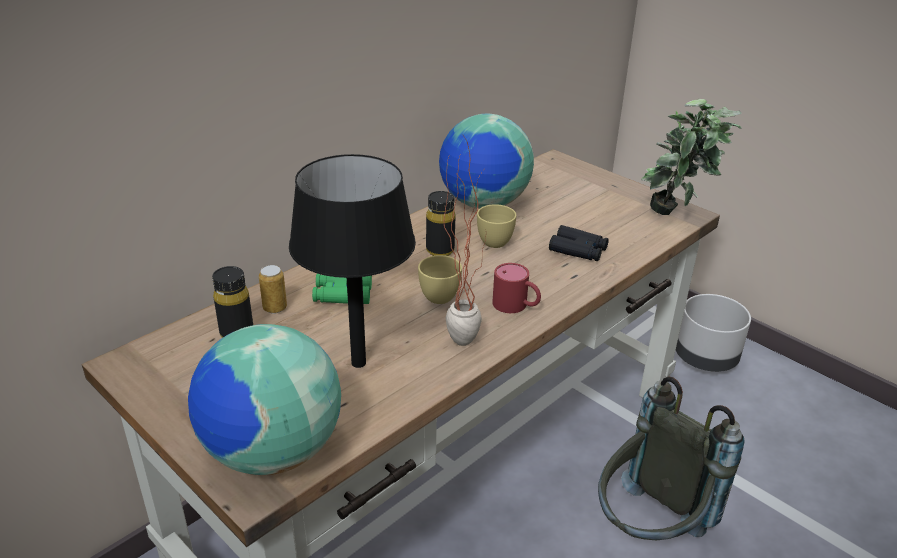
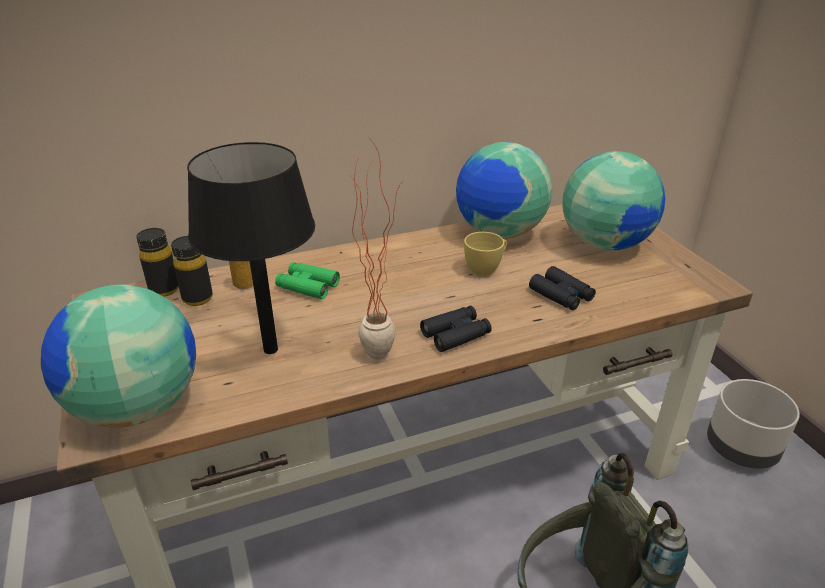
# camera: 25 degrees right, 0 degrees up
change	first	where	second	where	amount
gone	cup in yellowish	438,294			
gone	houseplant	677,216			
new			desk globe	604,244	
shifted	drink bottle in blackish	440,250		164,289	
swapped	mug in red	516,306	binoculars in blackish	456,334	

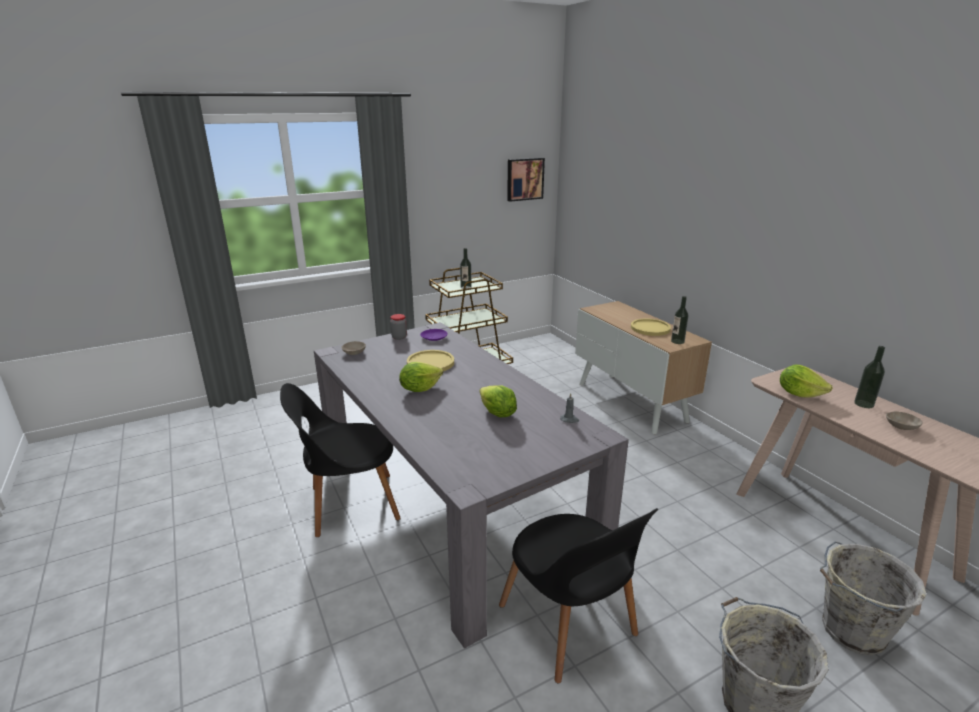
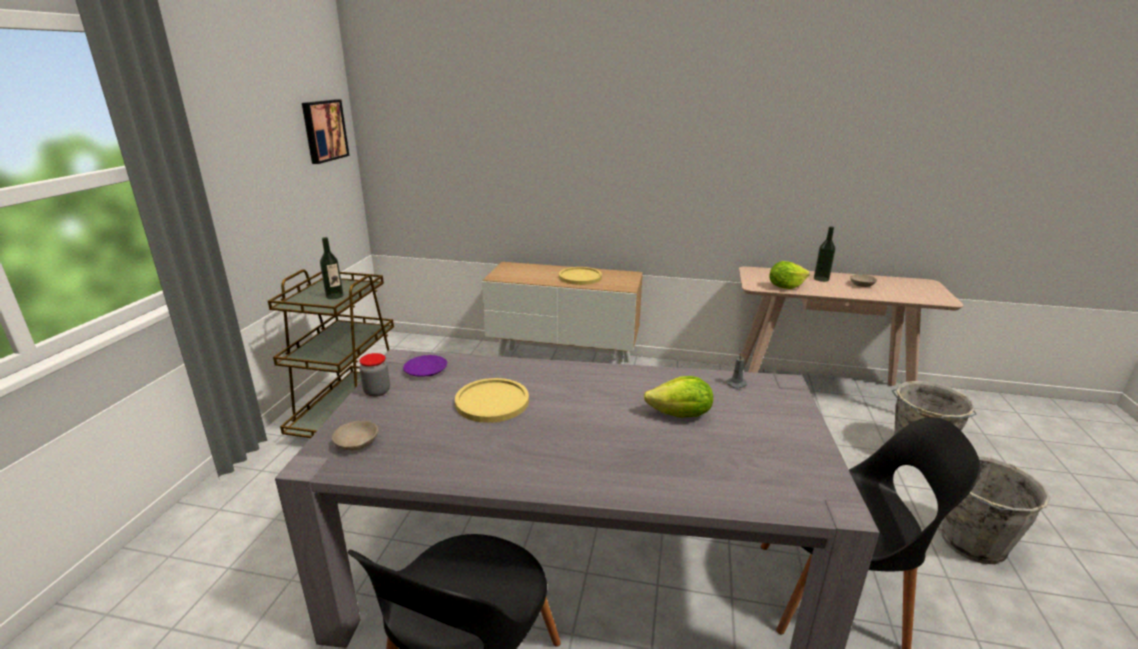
# camera: 50 degrees left, 0 degrees up
change	first	where	second	where	amount
gone	lettuce	419,388			
gone	drink bottle	677,341			

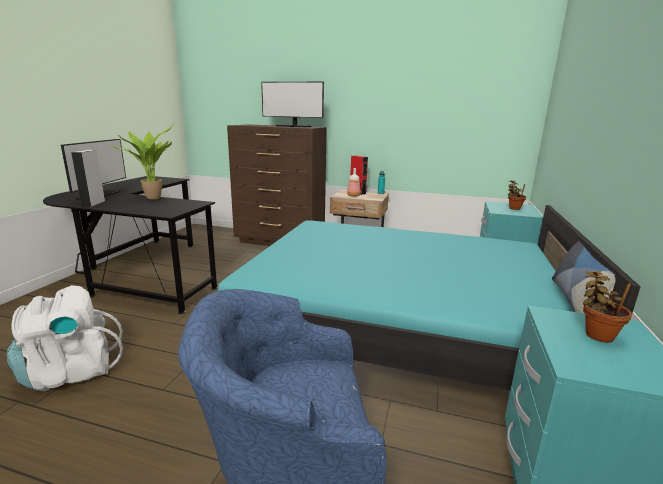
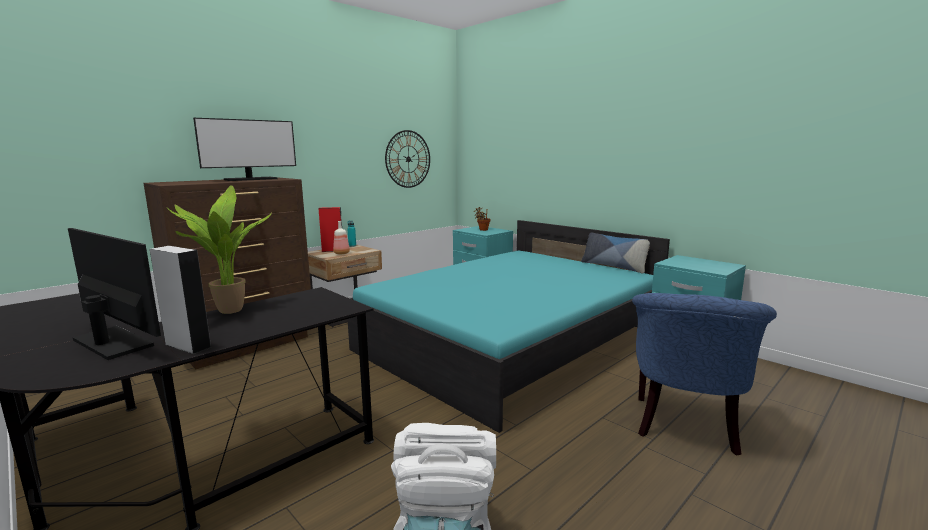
# camera: 60 degrees left, 5 degrees down
change	first	where	second	where	amount
gone	houseplant	596,334			
new			hanging clock	408,159	

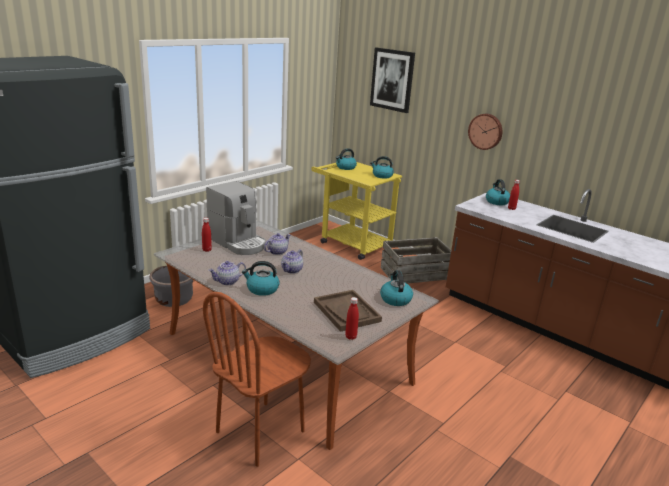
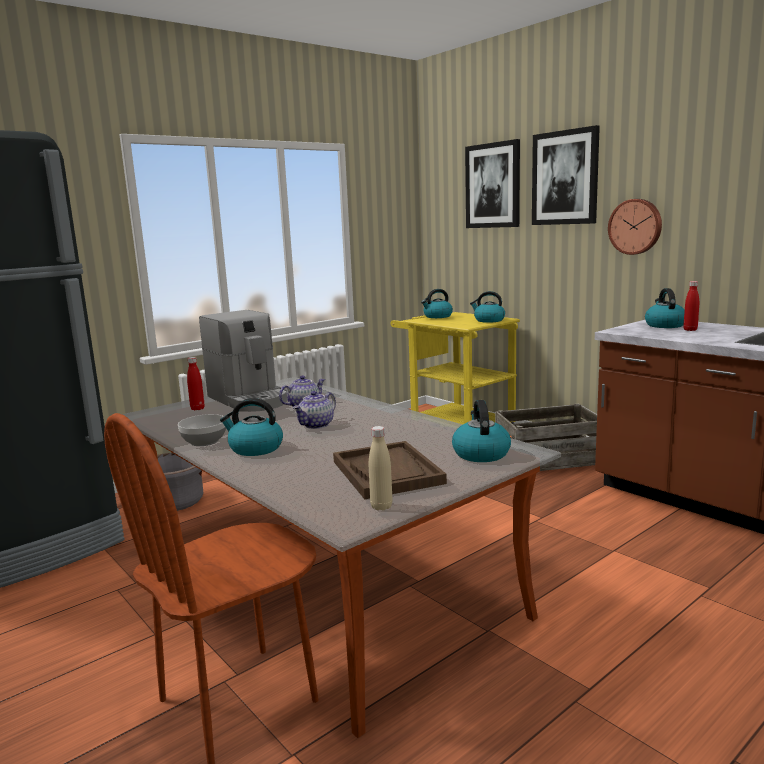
# camera: 10 degrees right, 10 degrees down
change	first	where	second	where	amount
new			picture	565,178	
swapped	pot for tea	227,281	deep dish	205,441	
repainted	drink bottle in red	351,337	drink bottle in beige-coloured	381,506	

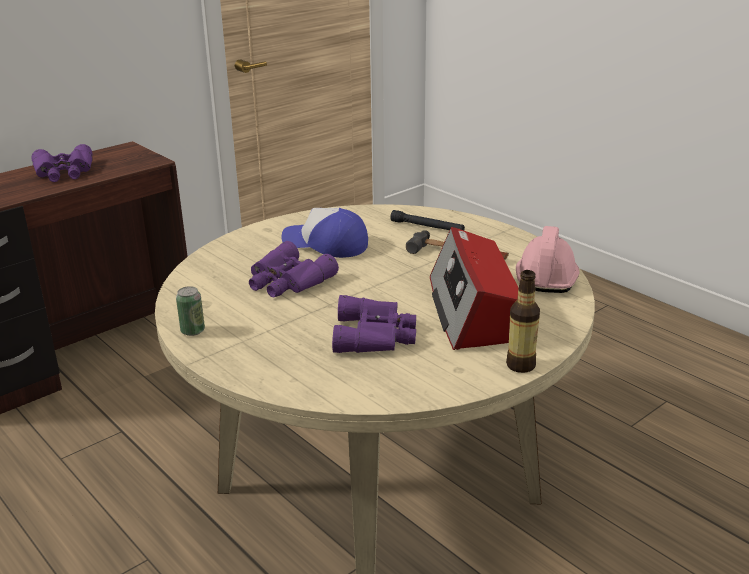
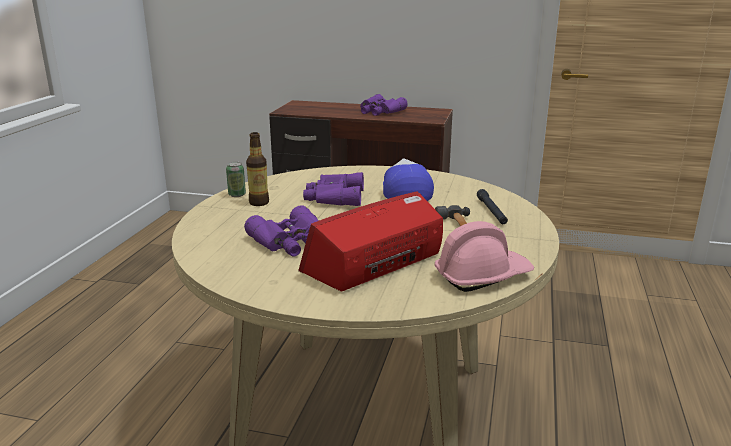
# camera: 55 degrees right, 5 degrees down
change	first	where	second	where	amount
shifted	drink bottle	521,365		259,203	

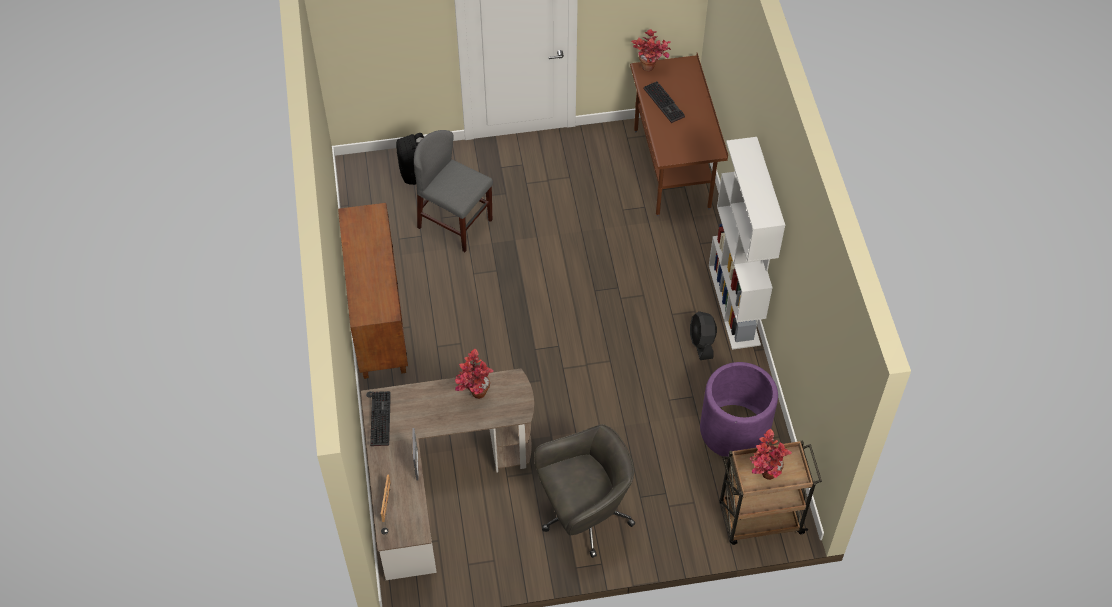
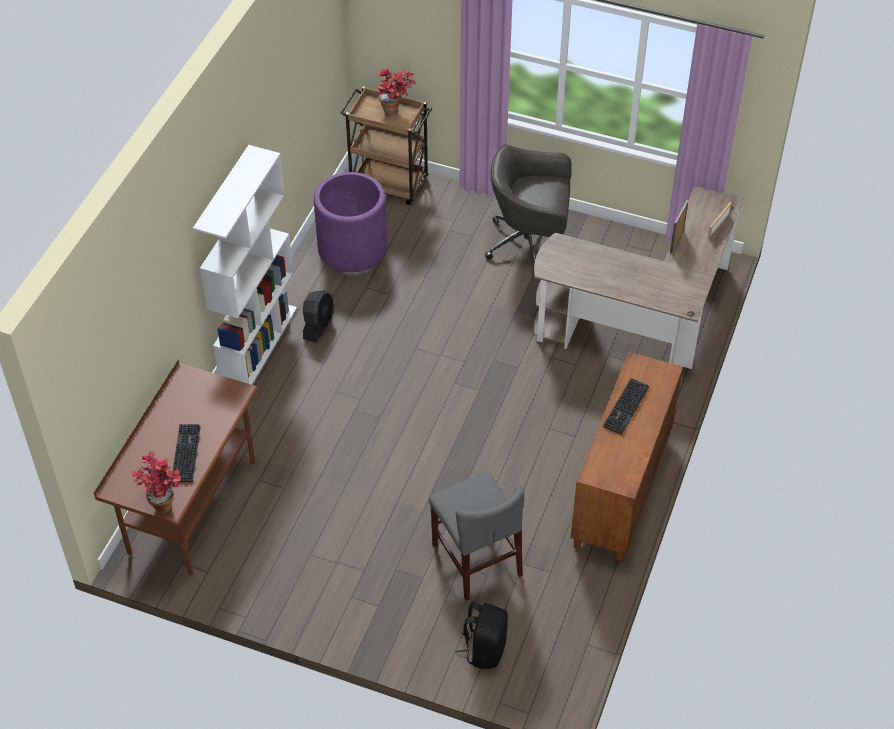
# camera: 150 degrees left, 5 degrees down
change	first	where	second	where	amount
gone	houseplant	474,395			
shifted	keyboard	379,418		626,408	

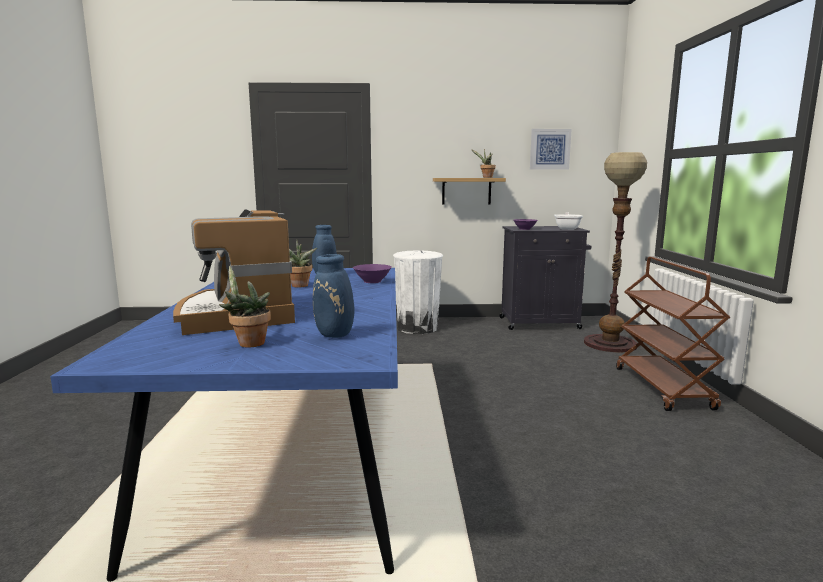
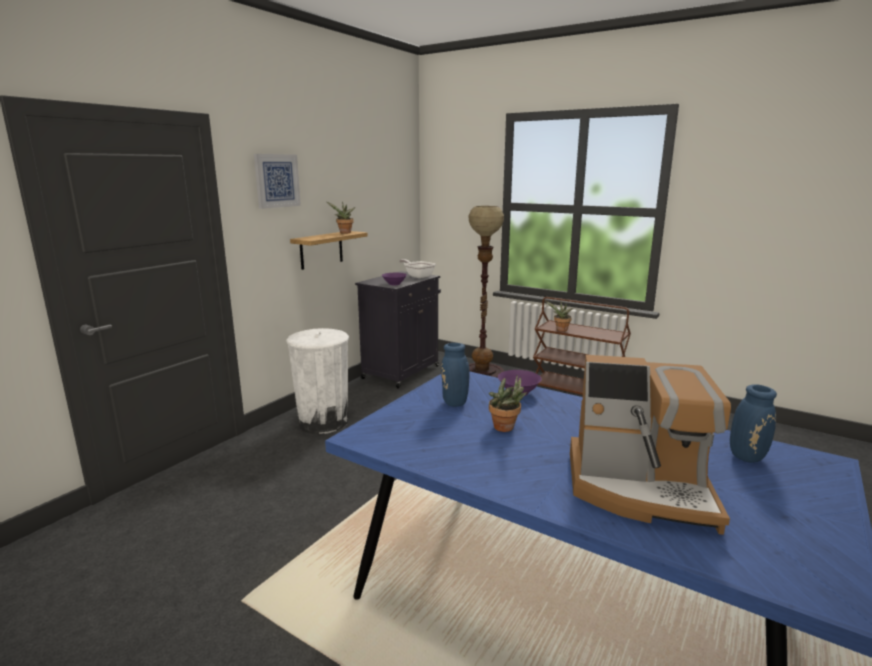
# camera: 55 degrees left, 5 degrees up
change	first	where	second	where	amount
shifted	houseplant	248,343		560,330	
shifted	picture	550,149		277,181	

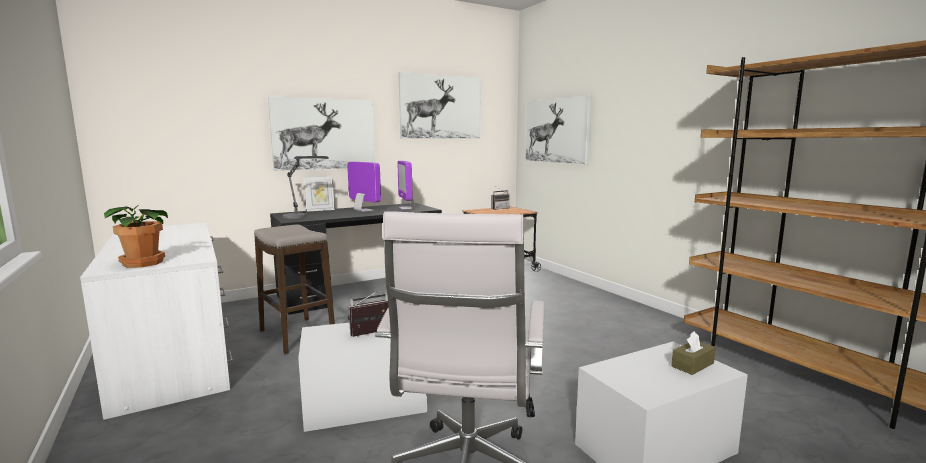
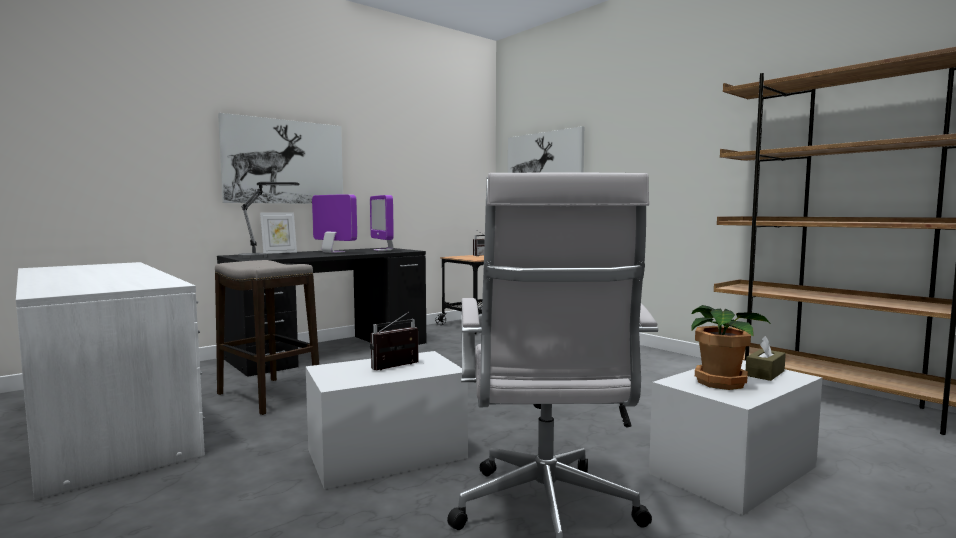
# camera: 10 degrees left, 5 degrees down
change	first	where	second	where	amount
gone	picture	441,107			
shifted	houseplant	145,263		721,382	

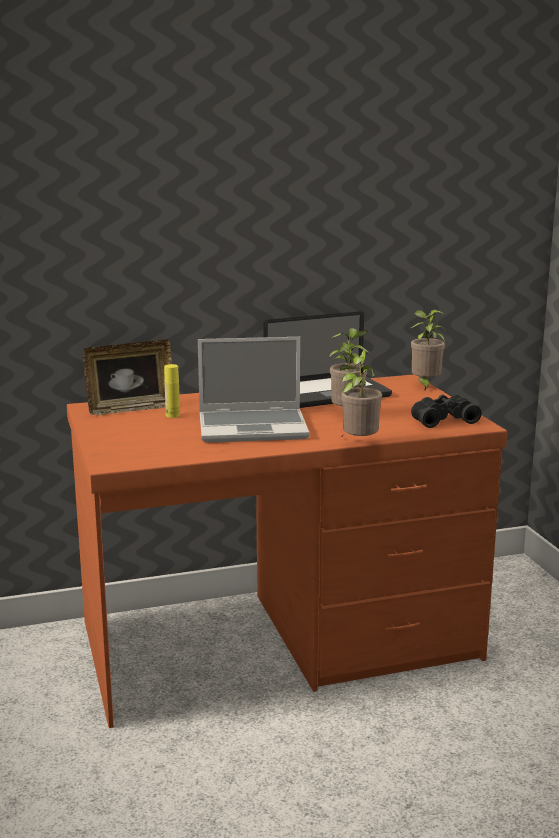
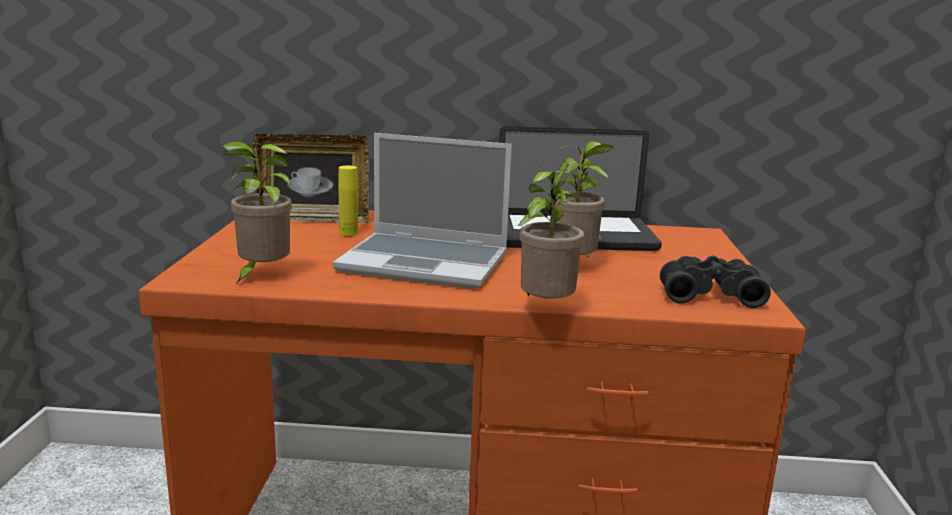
# camera: 20 degrees right, 0 degrees up
change	first	where	second	where	amount
shifted	houseplant	425,386		261,275	

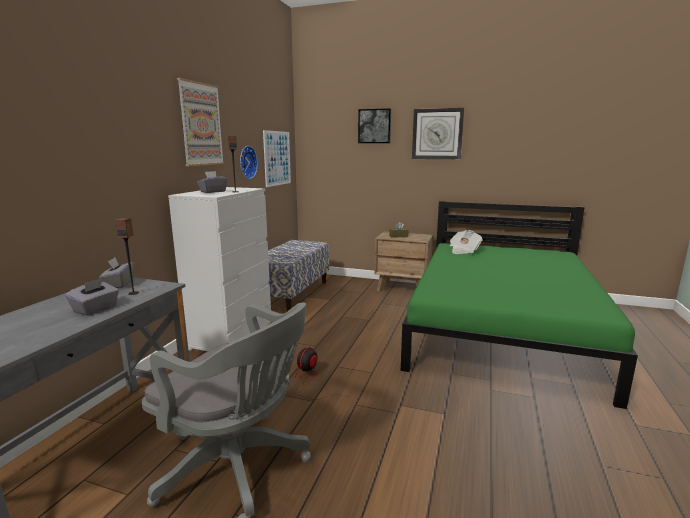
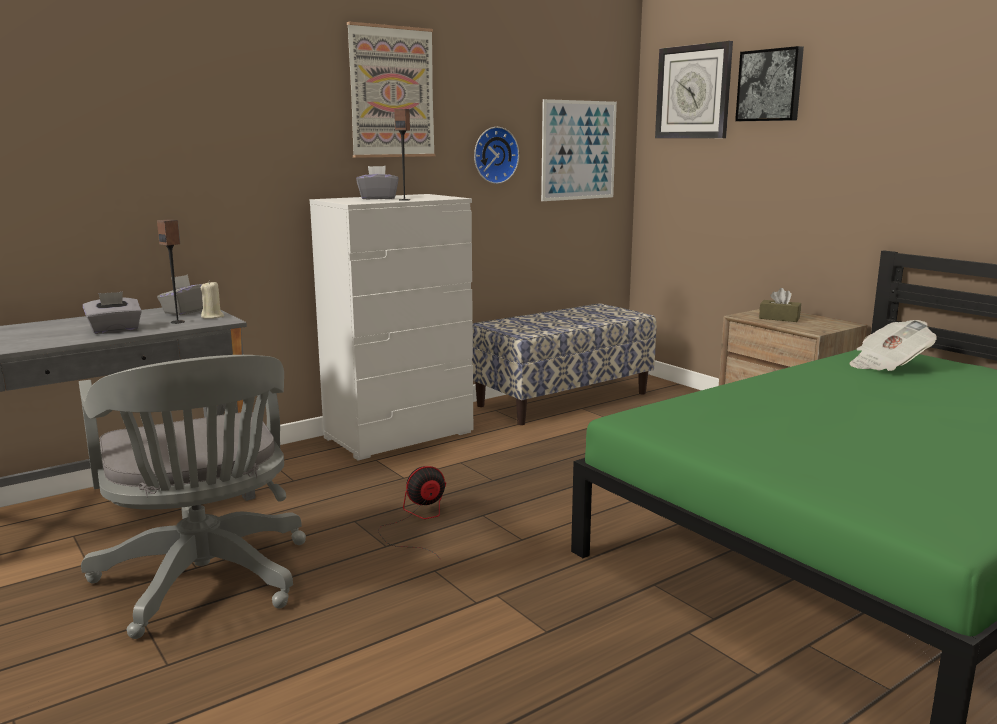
# camera: 35 degrees right, 0 degrees up
change	first	where	second	where	amount
new			wax candle in beige-coloured	212,317	
shifted	hanging clock	437,134		693,92	

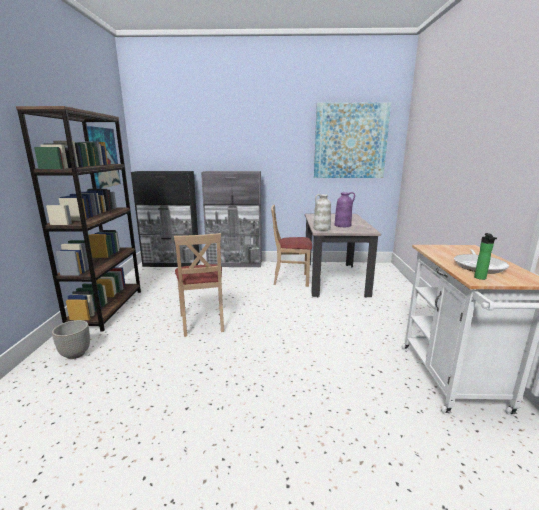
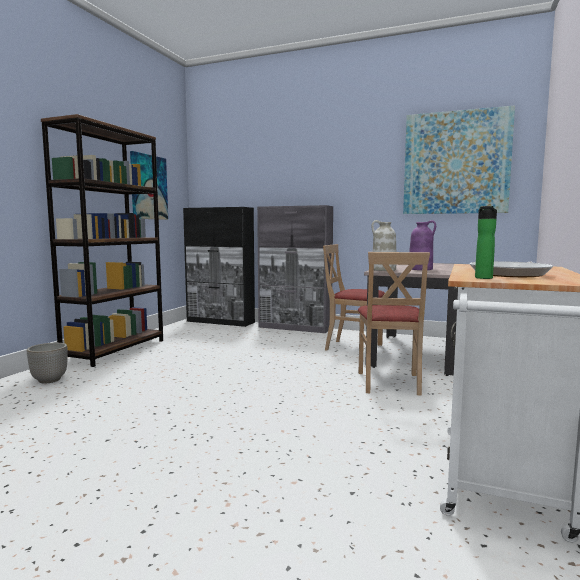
# camera: 20 degrees right, 10 degrees down
change	first	where	second	where	amount
shifted	plain chair in beige-coloured	202,322		389,383	

